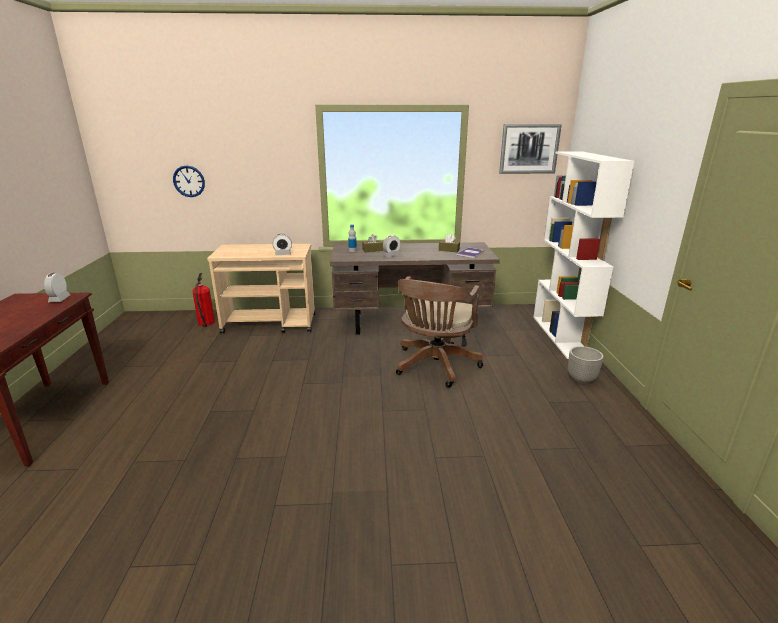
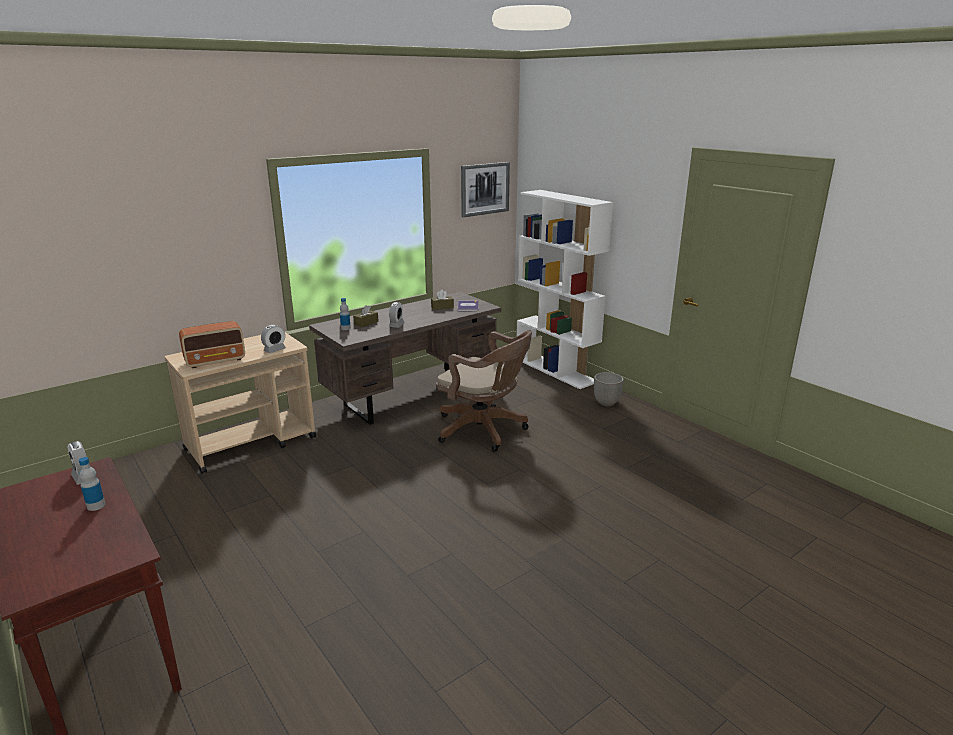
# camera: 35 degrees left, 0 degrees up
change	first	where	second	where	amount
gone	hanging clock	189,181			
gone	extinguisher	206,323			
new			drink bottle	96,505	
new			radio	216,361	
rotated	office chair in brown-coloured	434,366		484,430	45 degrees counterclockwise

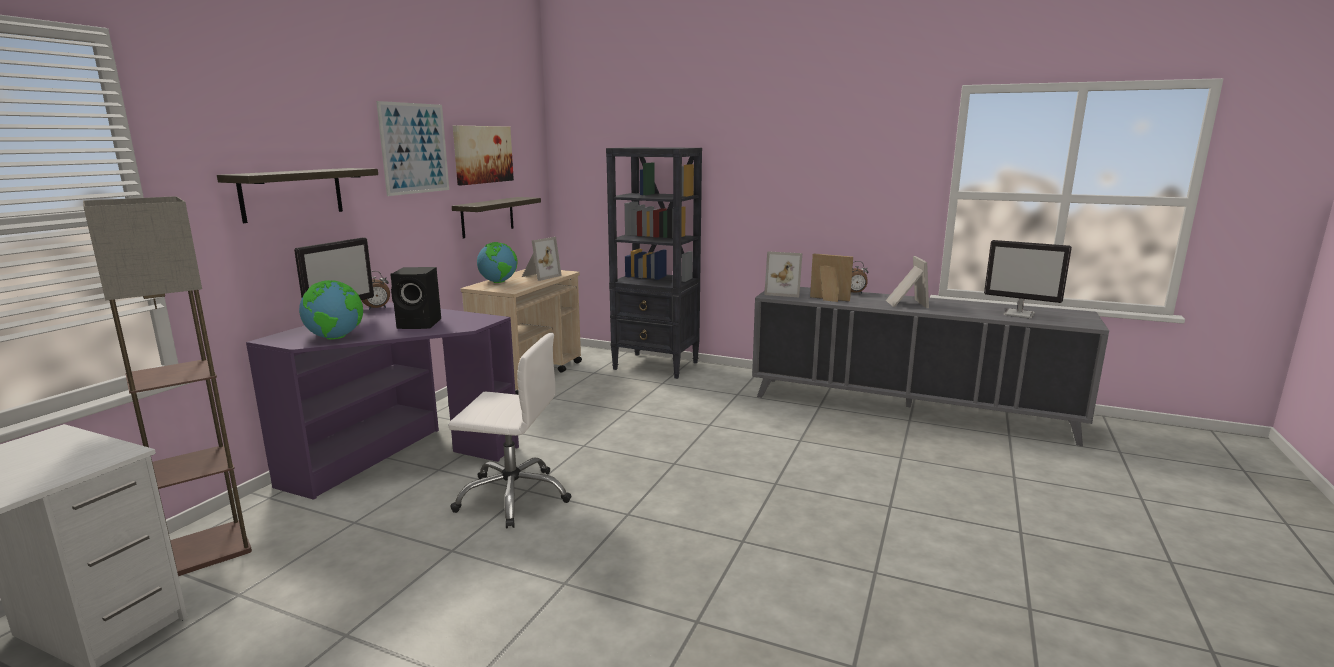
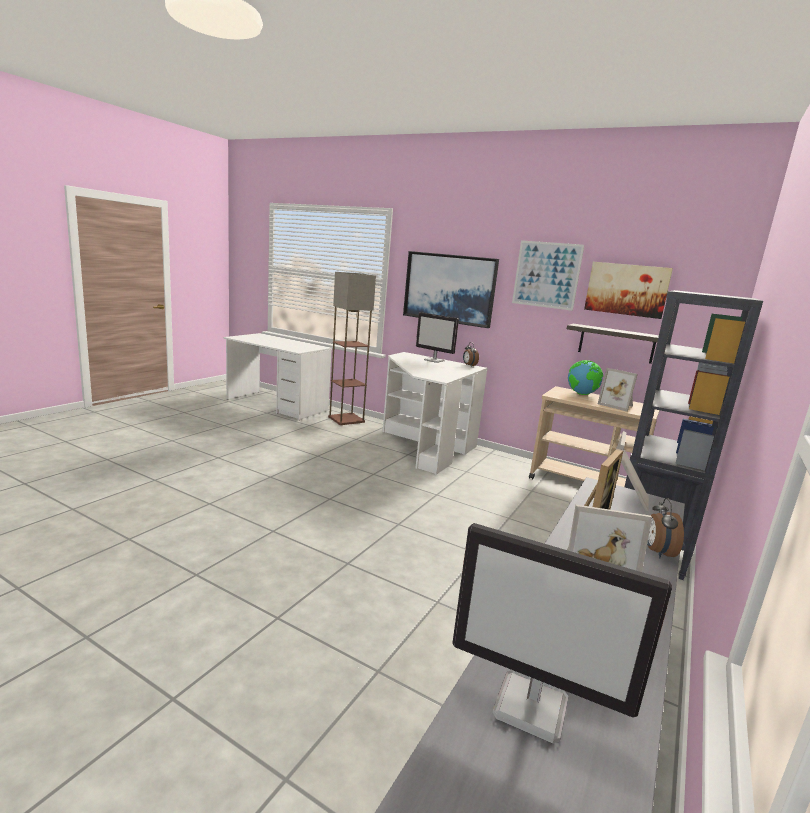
# camera: 95 degrees right, 0 degrees up
change	first	where	second	where	amount
gone	desk globe	336,338			
gone	speaker in blackish	421,324			
gone	office chair in whitish	513,496			
swapped	shelf	292,194	picture	449,288	
repainted	desk table in purple	401,459	desk table in whitish	424,446	
rotated	computer screen	1019,314		532,707	105 degrees counterclockwise

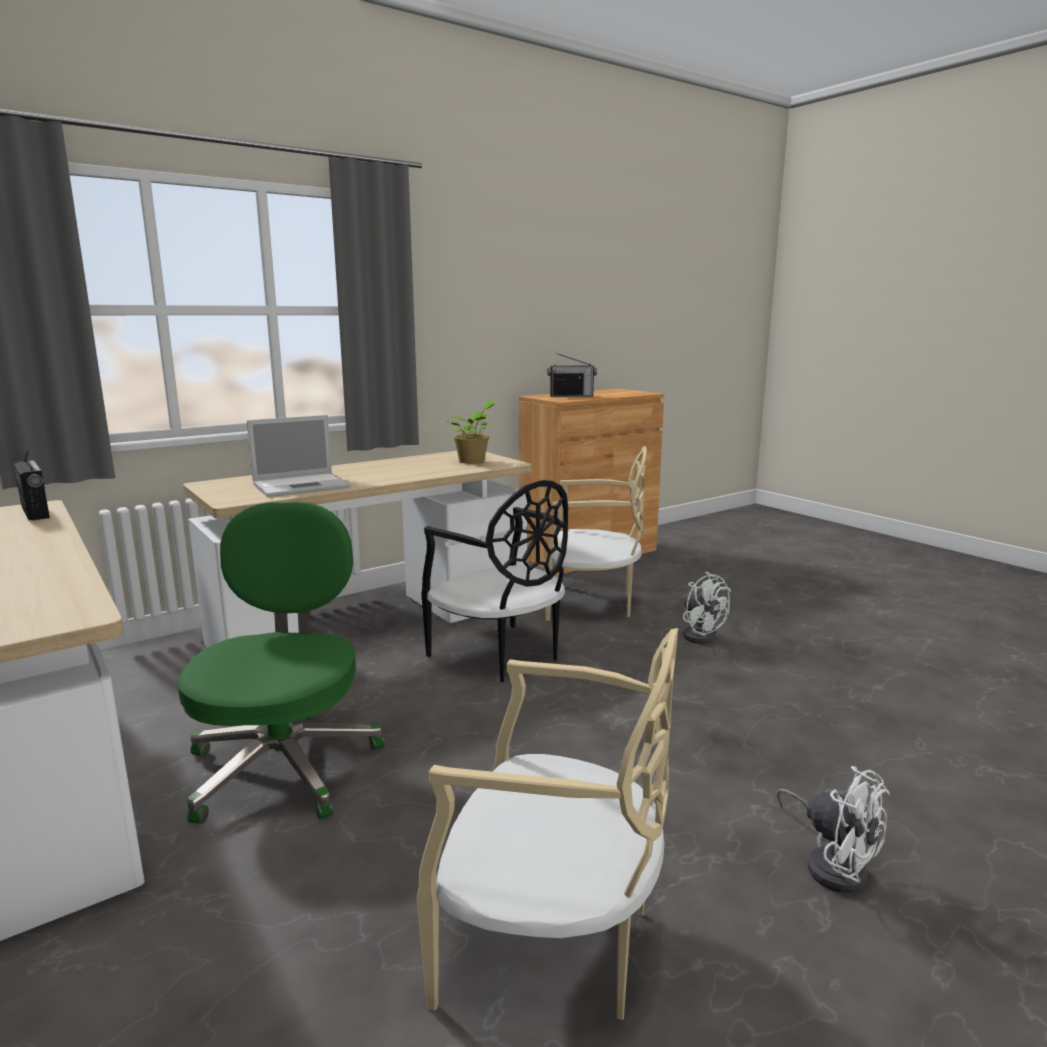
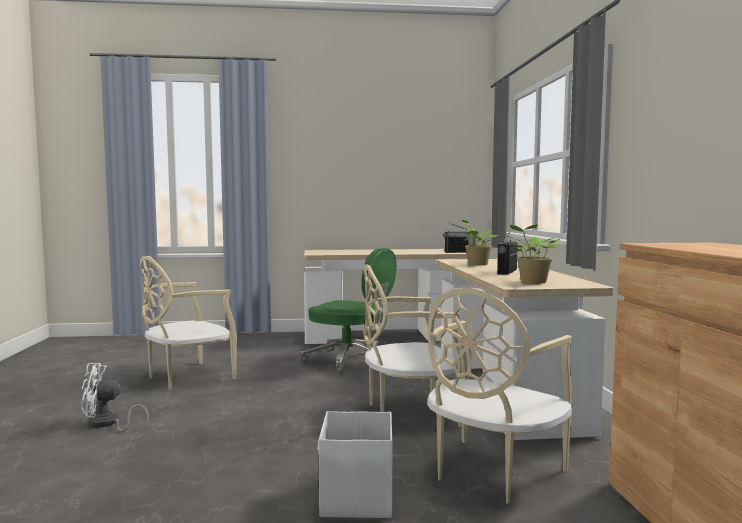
# camera: 120 degrees right, 10 degrees down
change	first	where	second	where	amount
shifted	radio	571,396		507,272	
swapped	laptop	303,485	houseplant	476,264	
swapped	electric fan in whitish	699,634	storage box in whitish	356,499	
repainted	plain chair in blackish	500,655	plain chair in beige-coloured	409,412	

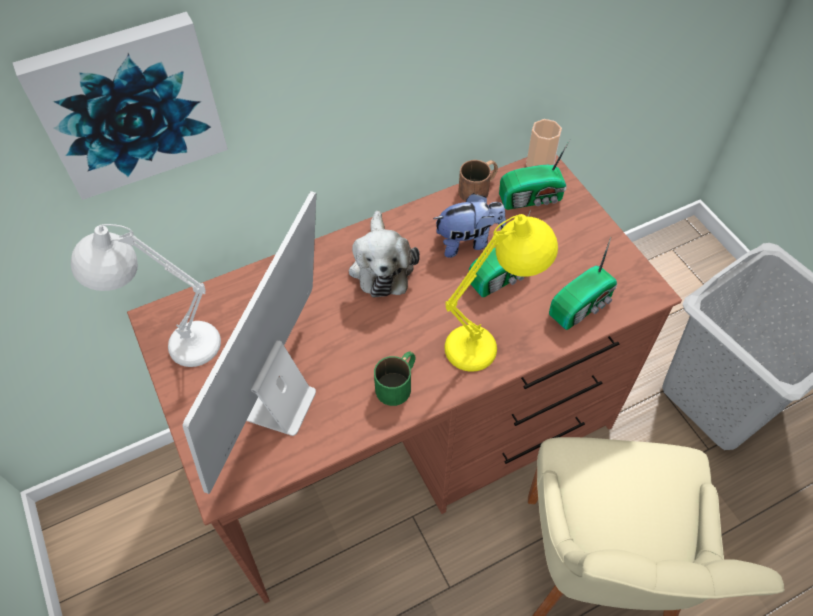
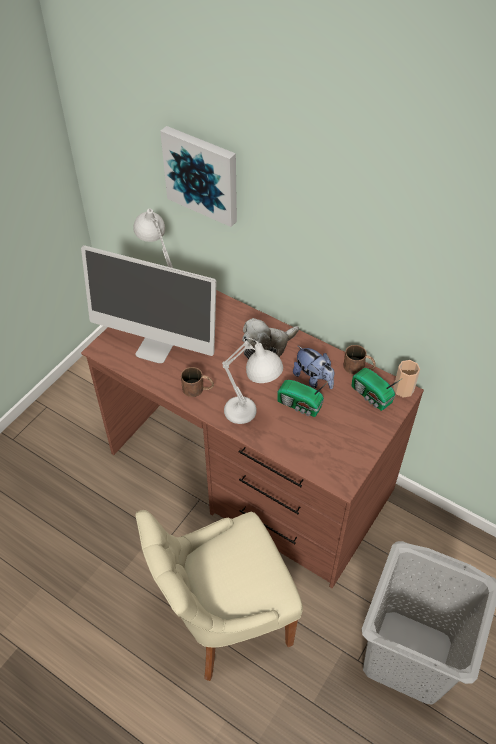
# camera: 60 degrees right, 5 degrees down
change	first	where	second	where	amount
gone	radio	583,306			
repainted	mug in green	398,382	mug in brown-coloured	198,389	
repainted	table lamp in yellowish	491,341	table lamp in whitish	251,417	
rotated	computer screen	278,404		155,347	150 degrees counterclockwise

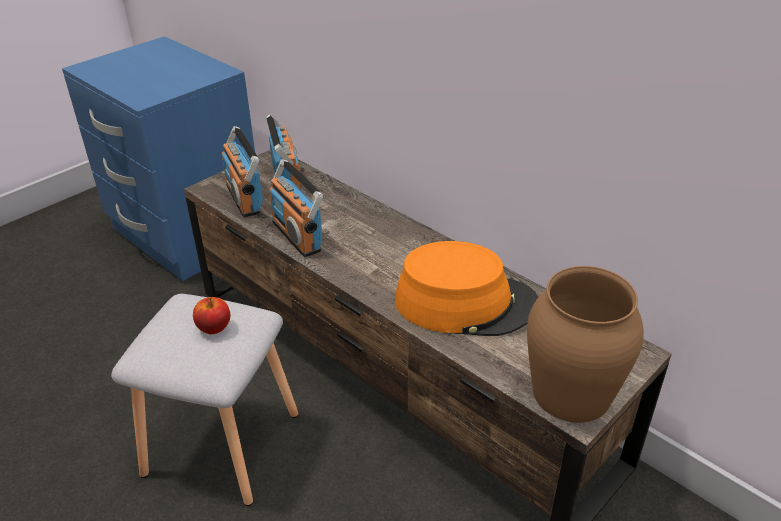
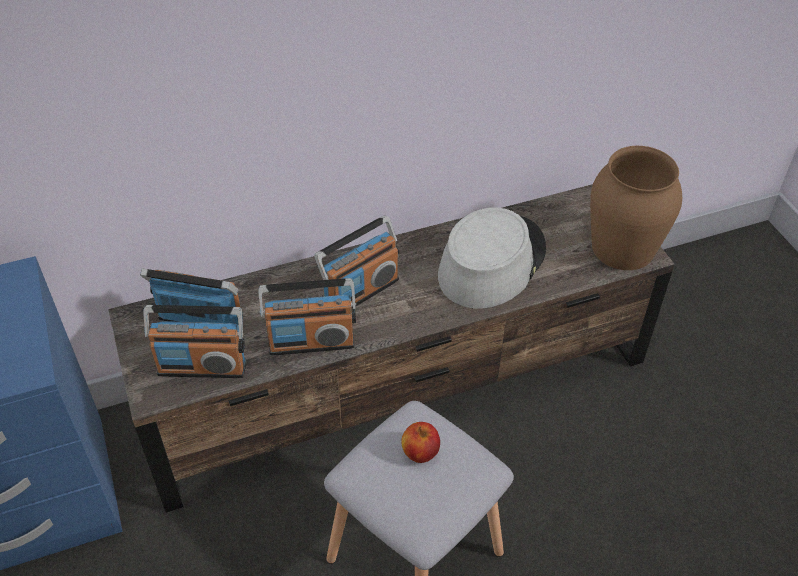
# camera: 65 degrees left, 10 degrees up
change	first	where	second	where	amount
new			radio	361,292	
repainted	clothing hat in orangey	465,303	clothing hat in grey	491,262	

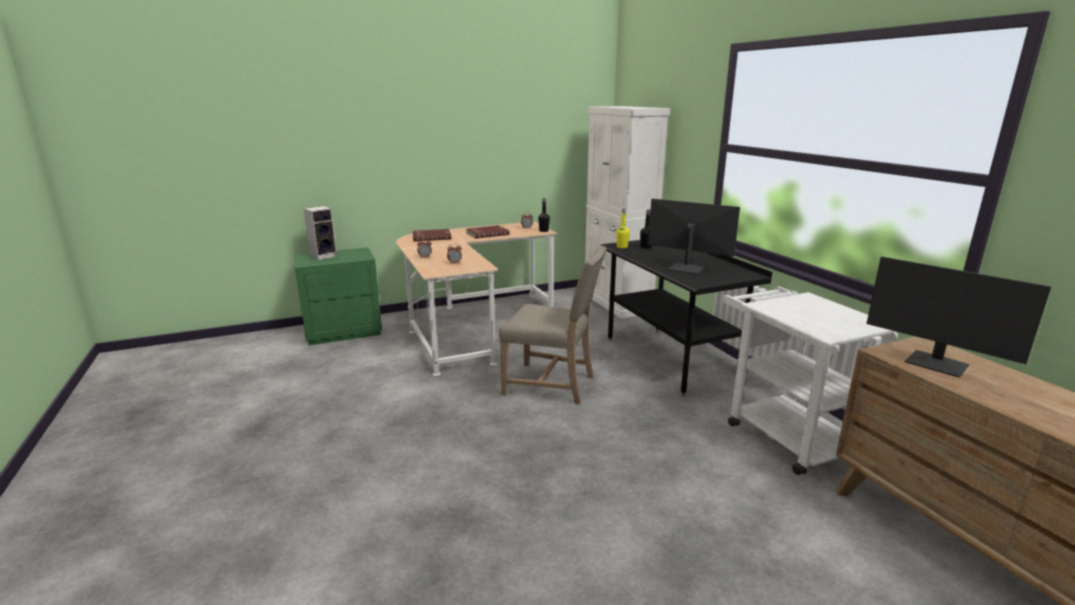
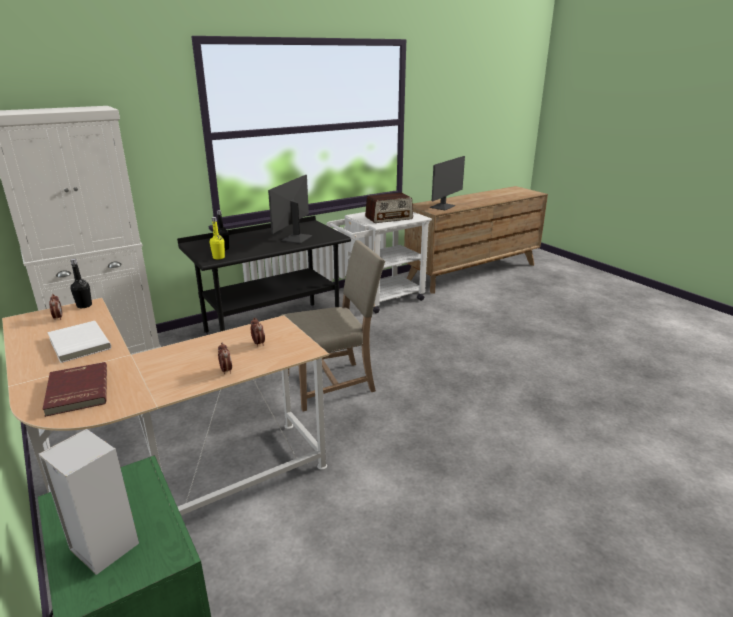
# camera: 100 degrees left, 5 degrees up
change	first	where	second	where	amount
new			radio	389,218	
repainted	bound book in red	487,233	bound book in whitish	78,344	
rotated	plain chair in beige-coloured	552,384		332,383	60 degrees clockwise

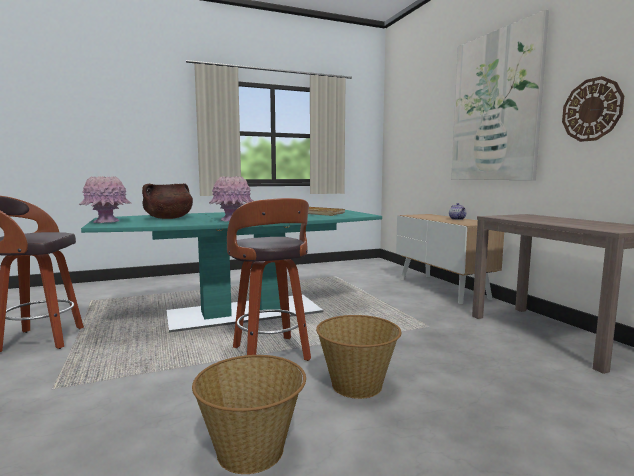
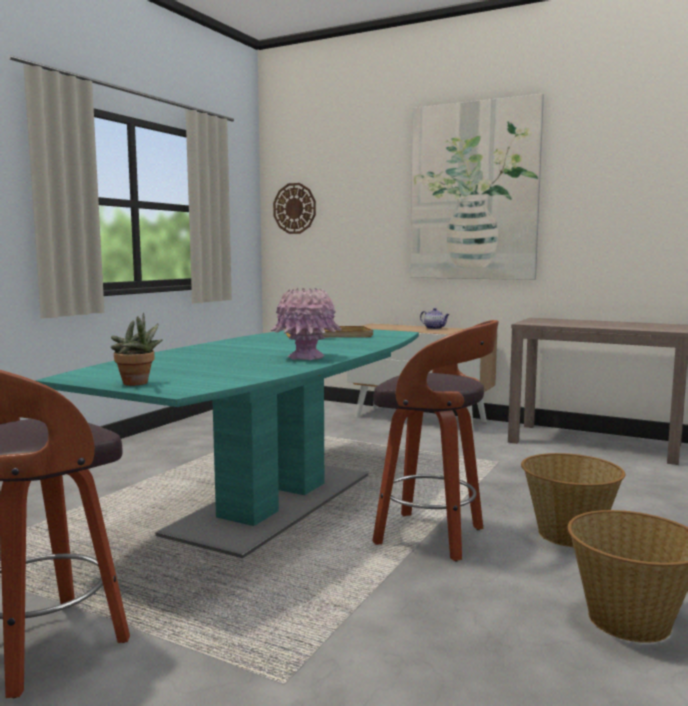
# camera: 40 degrees left, 0 degrees up
change	first	where	second	where	amount
gone	cooking pot in brown-coloured	168,218			
shifted	hanging clock	592,110		294,208	
swapped	vase in pink	107,222	houseplant	138,384	

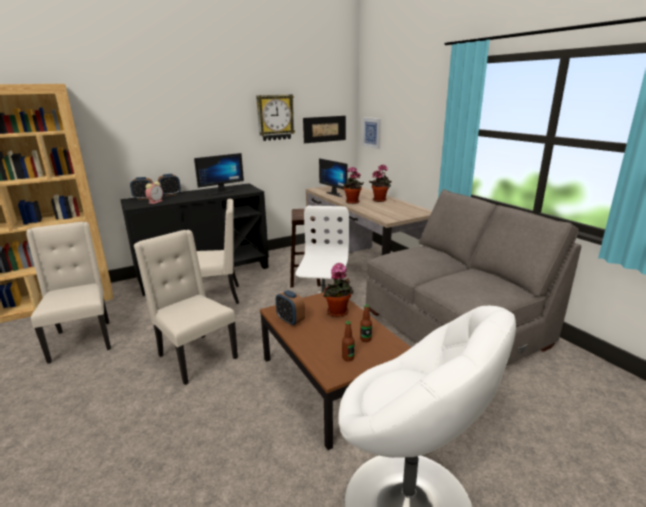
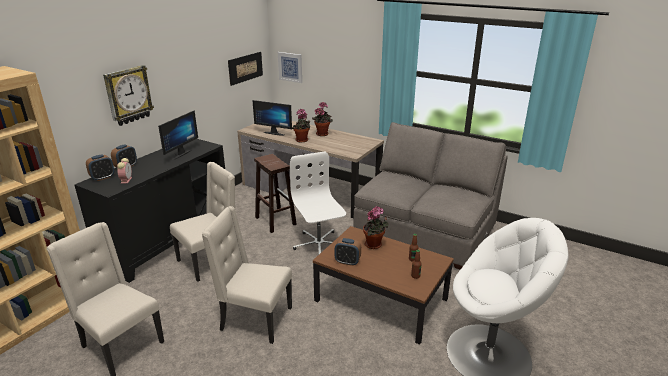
# camera: 30 degrees left, 5 degrees up
change	first	where	second	where	amount
shifted	hanging clock	275,117		128,95	

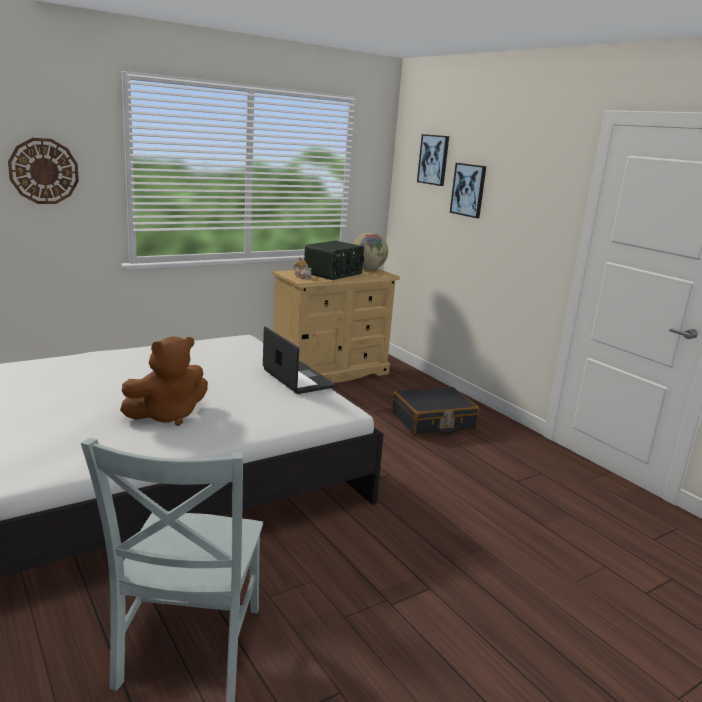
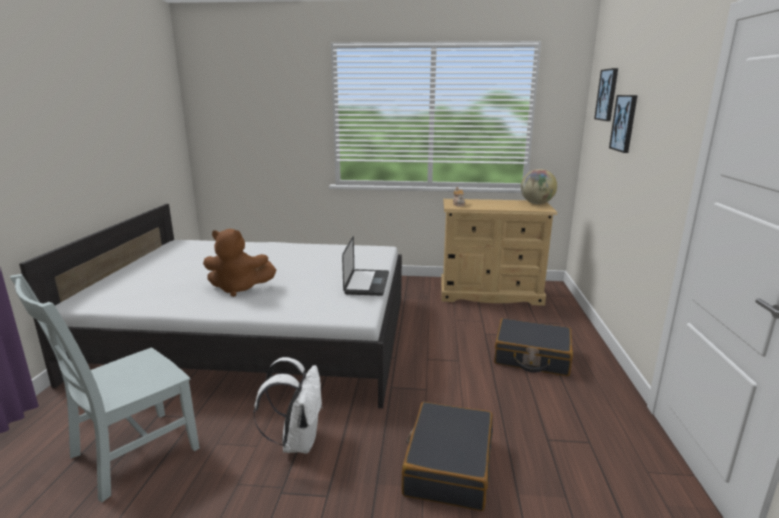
# camera: 40 degrees right, 0 degrees up
change	first	where	second	where	amount
gone	hanging clock	44,171			
gone	radio	334,274			
new			knapsack in whitish	297,441	
new			travel case in blackish	448,466	

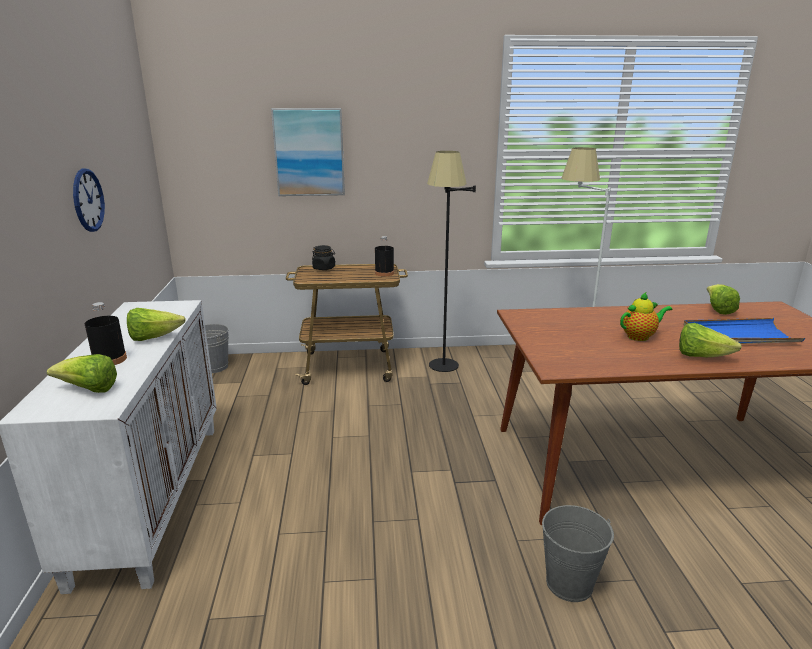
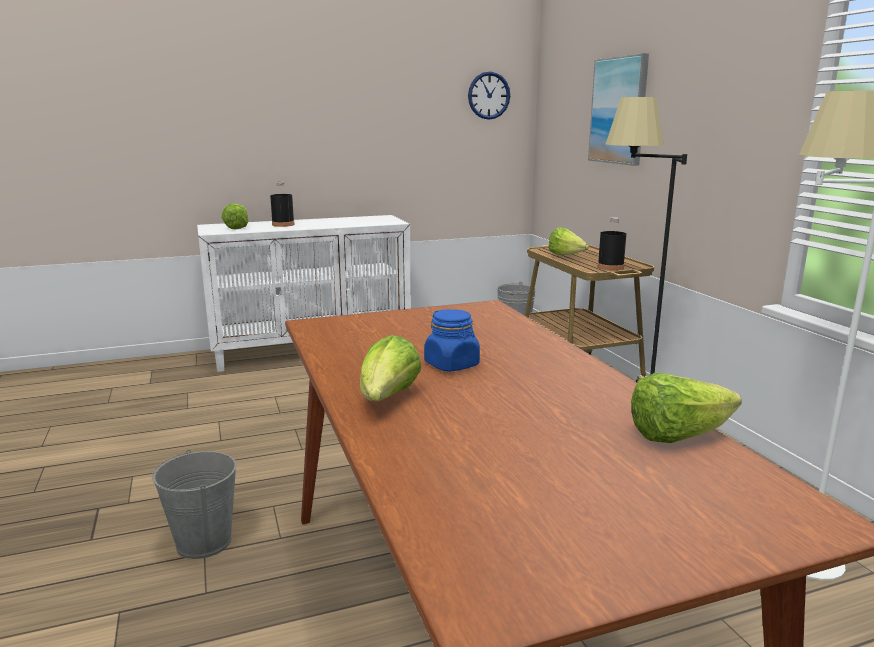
# camera: 75 degrees right, 5 degrees down
change	first	where	second	where	amount
gone	jar in blackish	324,268			
gone	serving tray in blue	739,336			
shifted	hanging clock	88,200		489,95	
shifted	lettuce	154,338		566,256	
swapped	pot for tea	640,336	jar in blue	452,365	

